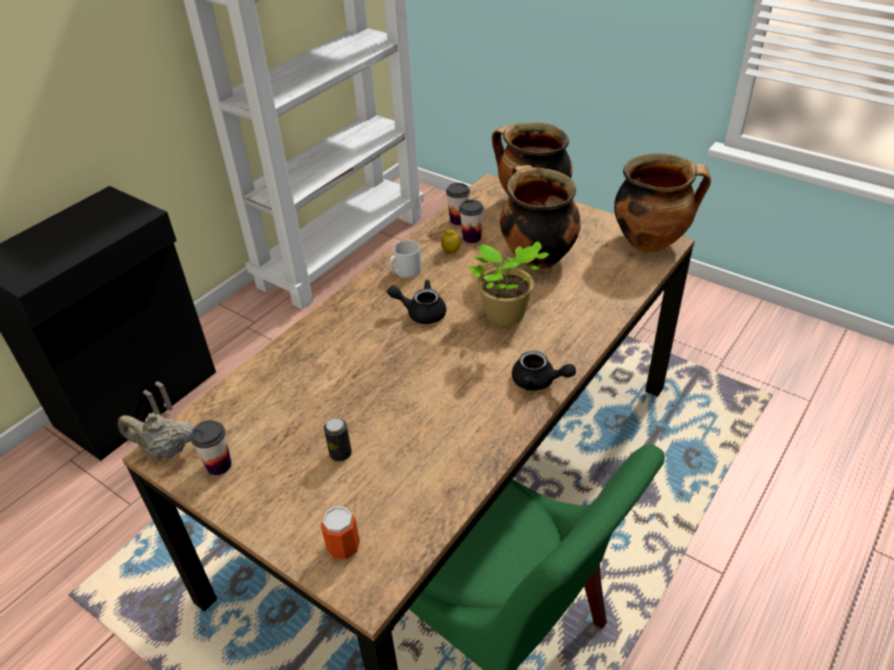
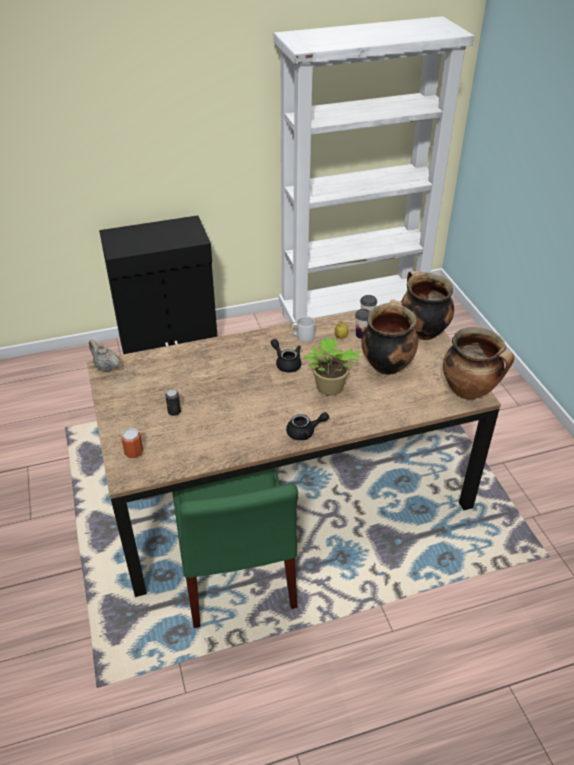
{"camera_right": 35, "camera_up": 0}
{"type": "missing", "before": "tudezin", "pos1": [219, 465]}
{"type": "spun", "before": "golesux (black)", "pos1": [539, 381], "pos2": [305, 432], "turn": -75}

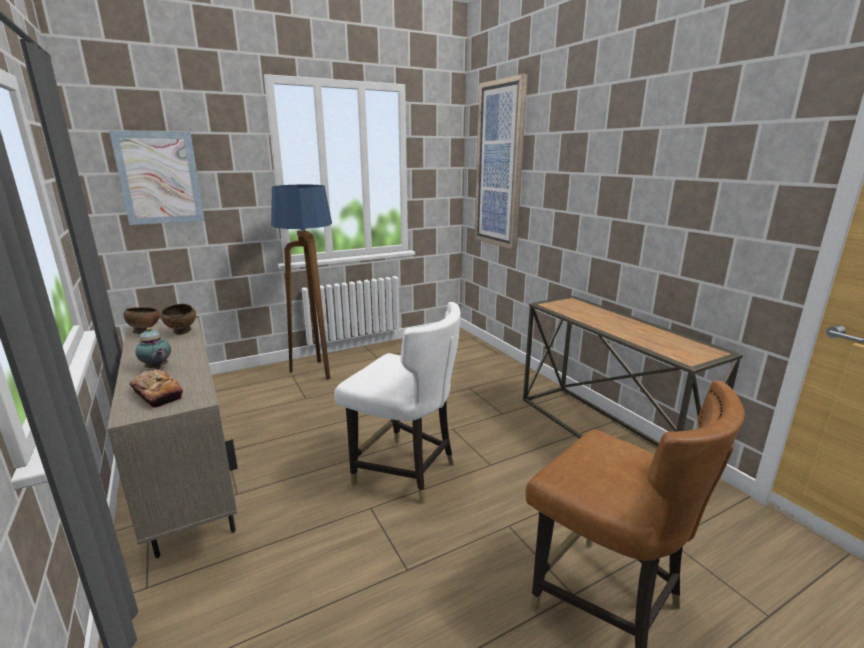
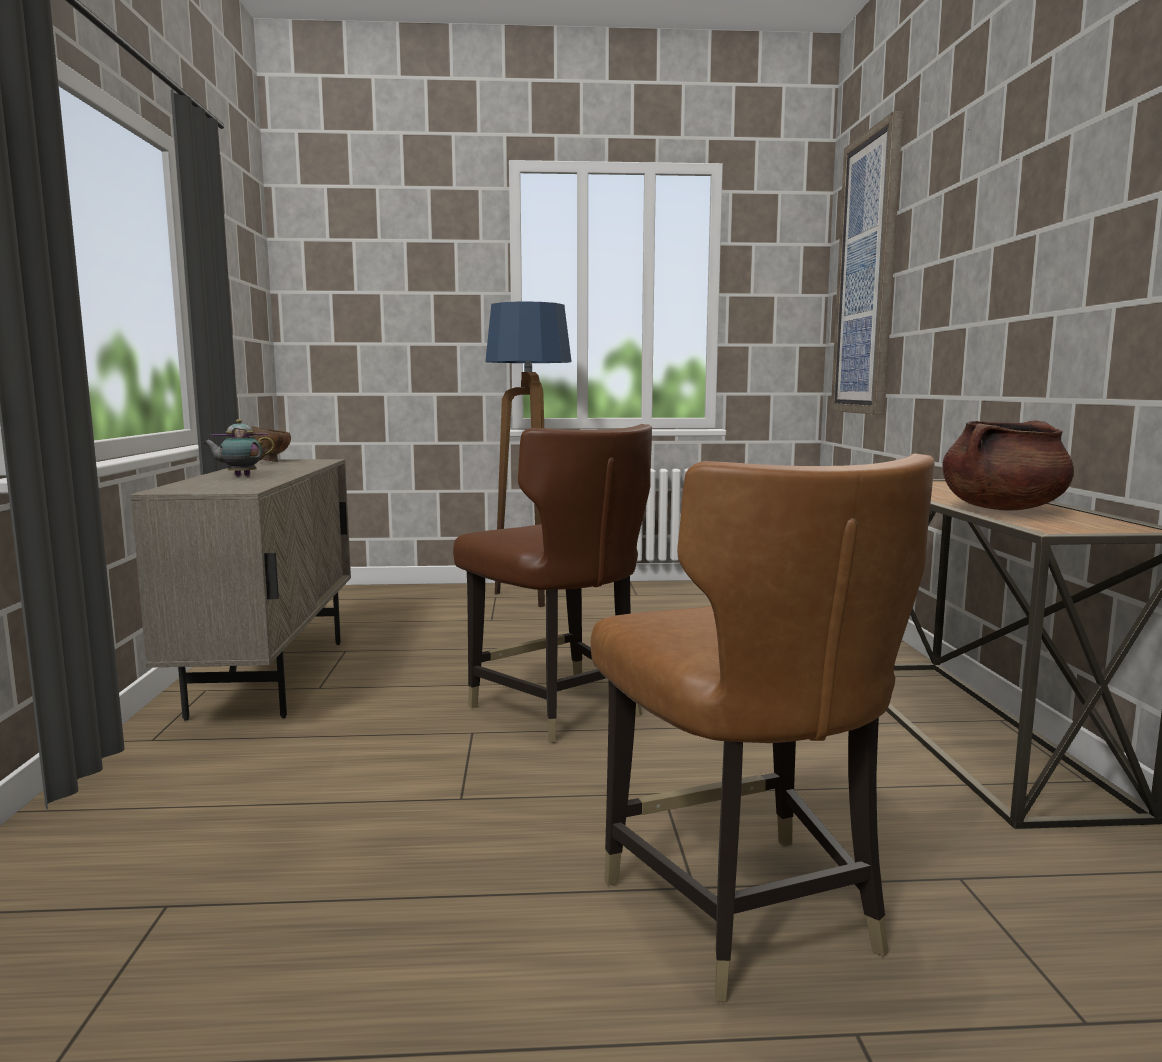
{"camera_right": 25, "camera_up": -10}
{"type": "missing", "before": "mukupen", "pos1": [159, 178]}
{"type": "missing", "before": "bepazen", "pos1": [157, 394]}
{"type": "spun", "before": "golesux", "pos1": [157, 368], "pos2": [240, 475], "turn": 90}
{"type": "missing", "before": "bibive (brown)", "pos1": [182, 332]}
{"type": "colour", "before": "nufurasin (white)", "after": "nufurasin (brown)", "pos1": [405, 471], "pos2": [558, 709]}
{"type": "appeared", "after": "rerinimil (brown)", "pos2": [1002, 509]}

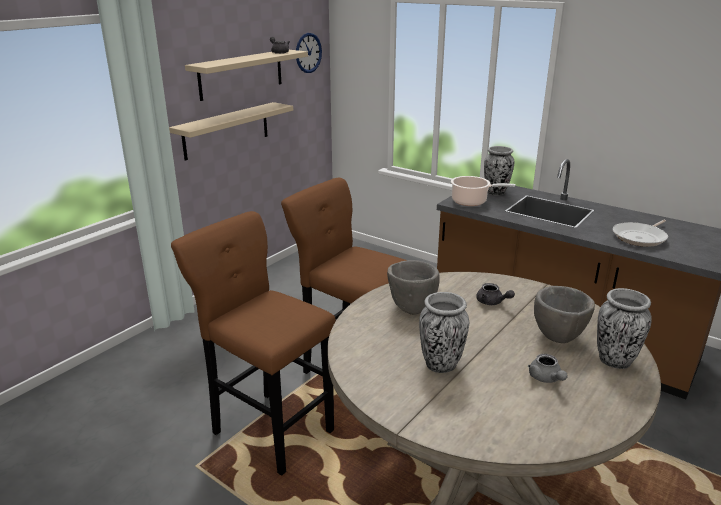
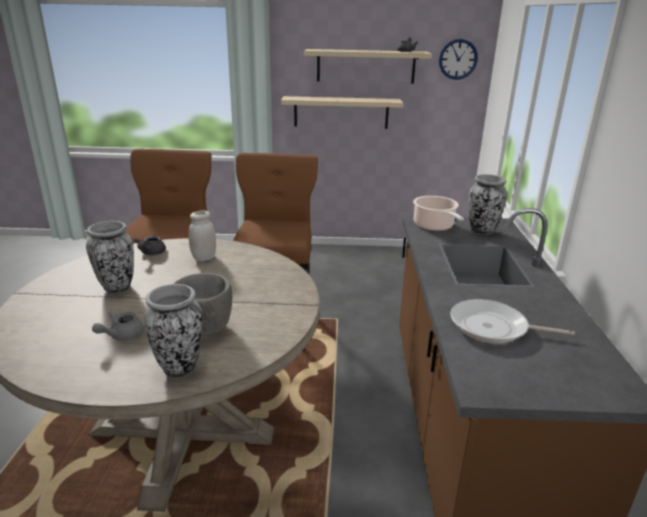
{"camera_right": 55, "camera_up": 0}
{"type": "exchanged", "before": "bibive (grey)", "after": "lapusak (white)", "pos1": [411, 307], "pos2": [204, 258]}
{"type": "relocated", "before": "golesux (grey)", "pos1": [492, 302], "pos2": [151, 253]}

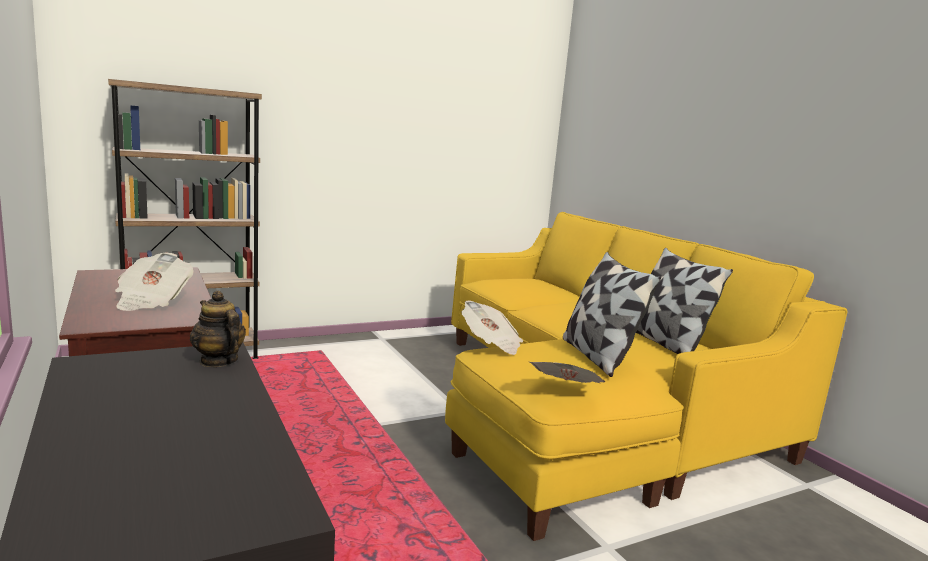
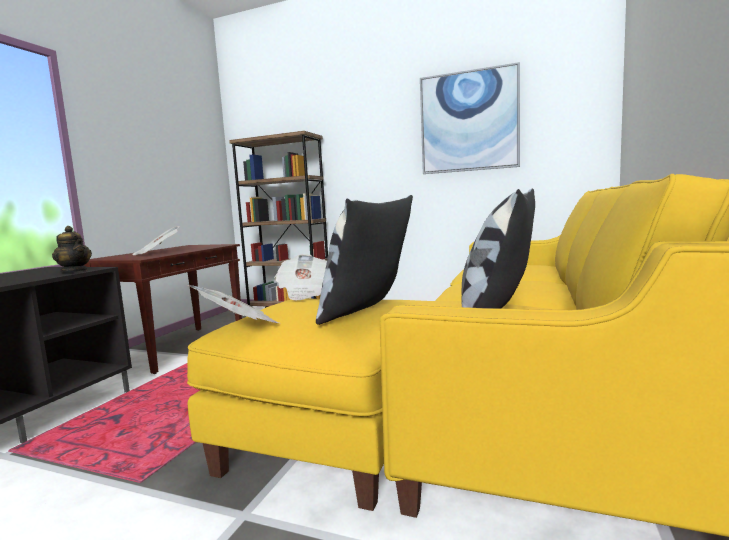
{"camera_right": 50, "camera_up": -5}
{"type": "spun", "before": "golesux", "pos1": [218, 361], "pos2": [75, 271], "turn": 120}
{"type": "appeared", "after": "mukupen", "pos2": [469, 121]}

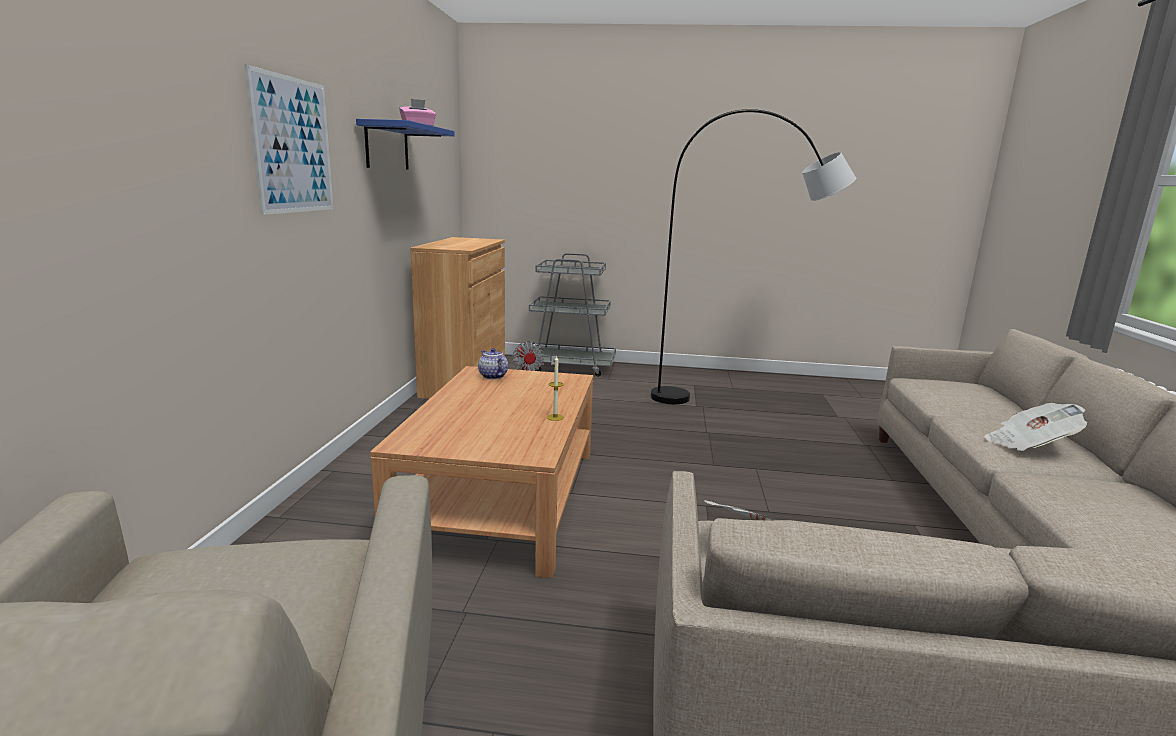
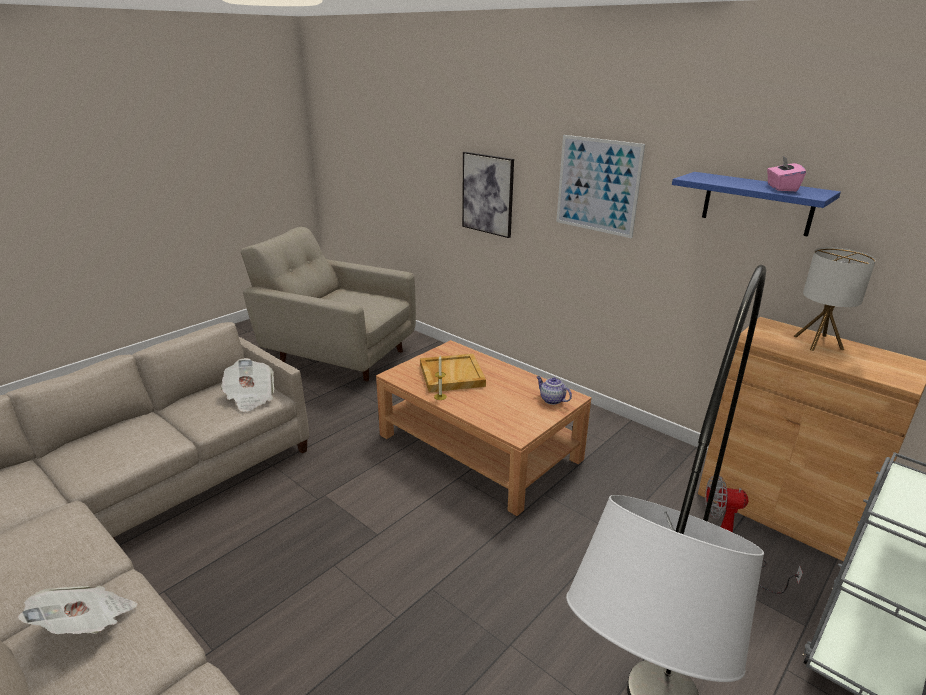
{"camera_right": 125, "camera_up": 10}
{"type": "spun", "before": "golesux", "pos1": [492, 376], "pos2": [551, 400], "turn": -135}
{"type": "appeared", "after": "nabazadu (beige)", "pos2": [451, 375]}
{"type": "appeared", "after": "mukupen", "pos2": [488, 194]}
{"type": "appeared", "after": "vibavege", "pos2": [818, 343]}

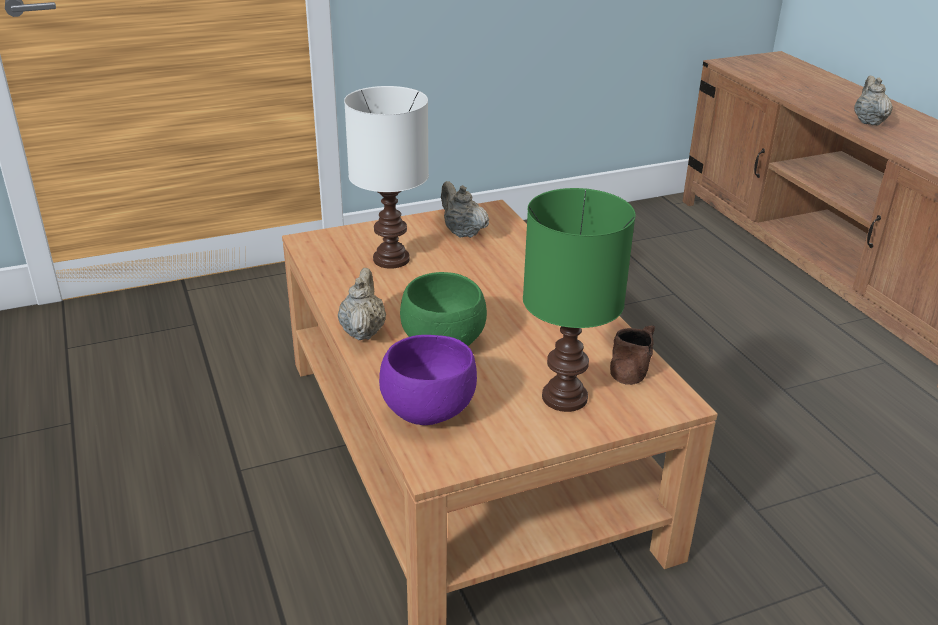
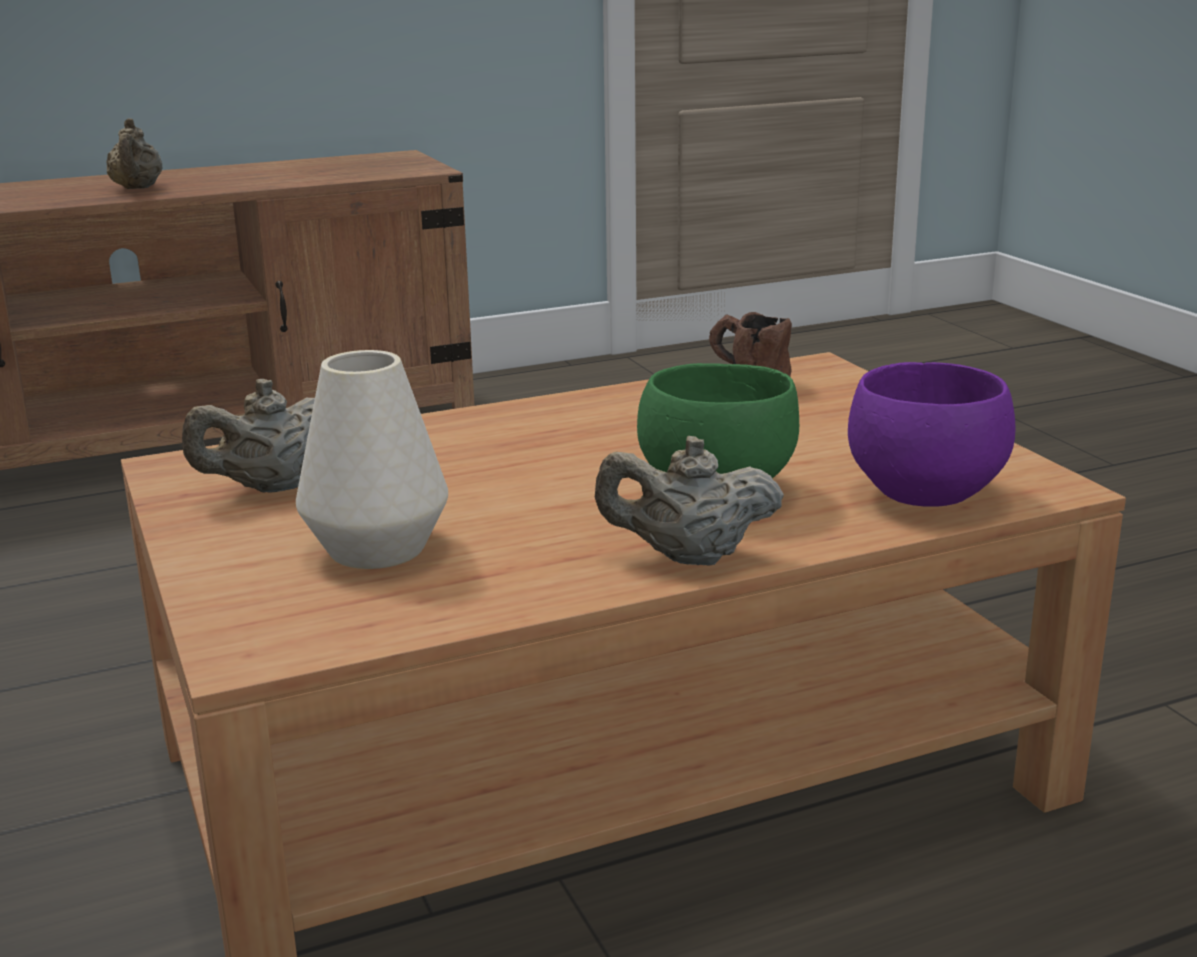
{"camera_right": -90, "camera_up": -10}
{"type": "exchanged", "before": "vibavege (white)", "after": "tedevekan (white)", "pos1": [391, 259], "pos2": [376, 549]}
{"type": "missing", "before": "vibavege (green)", "pos1": [563, 398]}
{"type": "spun", "before": "golesux (beige)", "pos1": [868, 121], "pos2": [137, 189], "turn": -105}

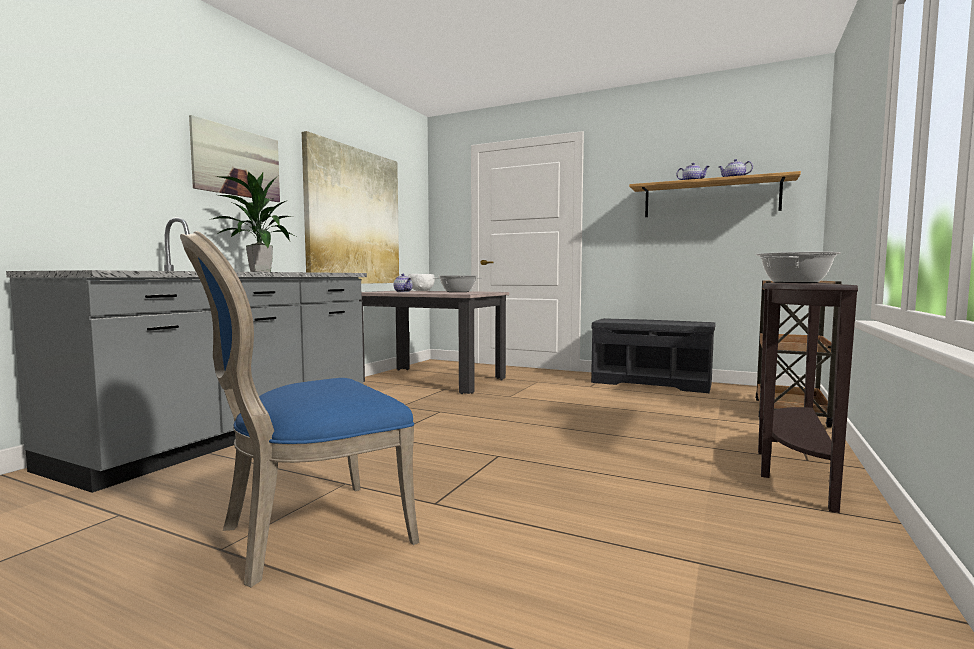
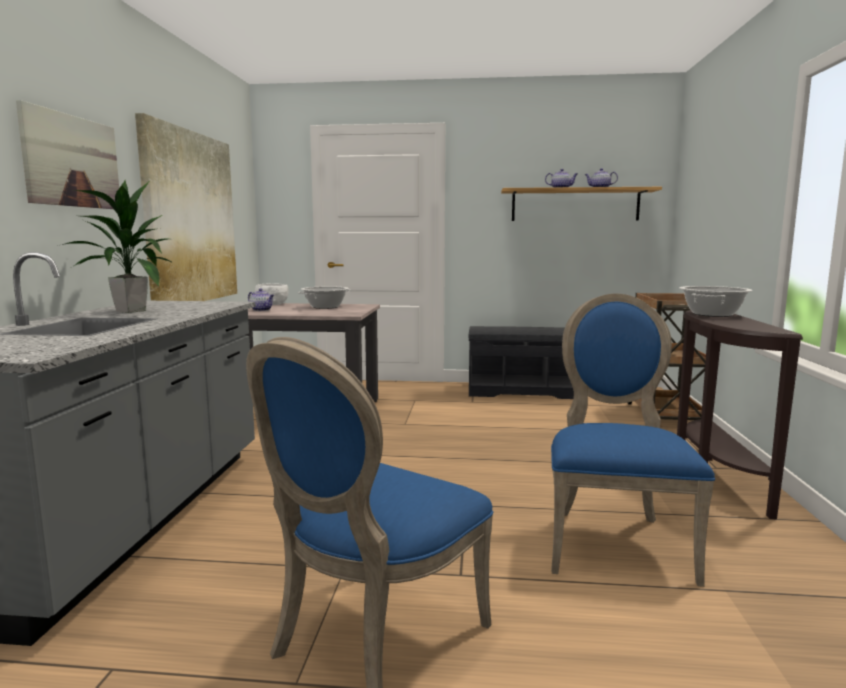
{"camera_right": -20, "camera_up": 5}
{"type": "appeared", "after": "nufurasin (blue)", "pos2": [614, 541]}

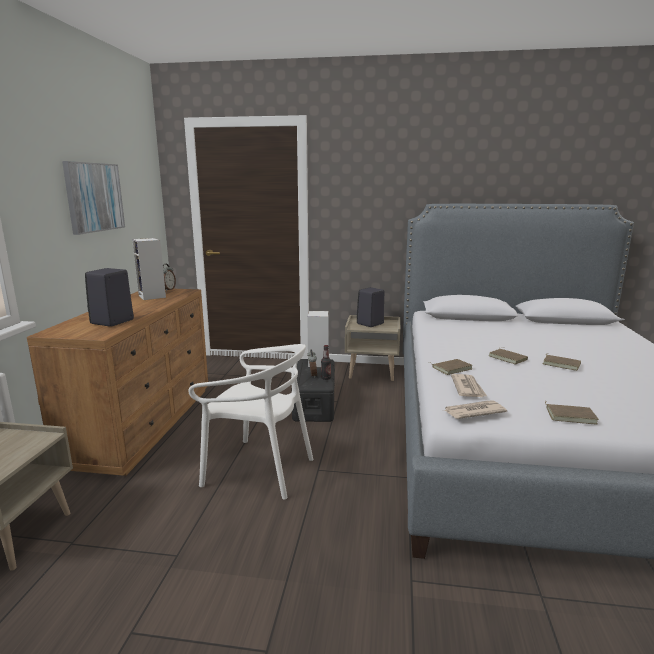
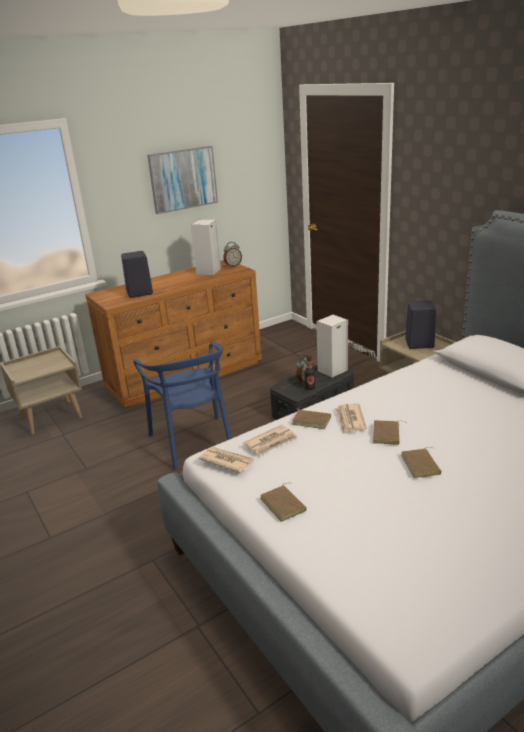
{"camera_right": 50, "camera_up": 10}
{"type": "colour", "before": "nufurasin (white)", "after": "nufurasin (blue)", "pos1": [259, 470], "pos2": [193, 442]}
{"type": "appeared", "after": "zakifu", "pos2": [350, 420]}

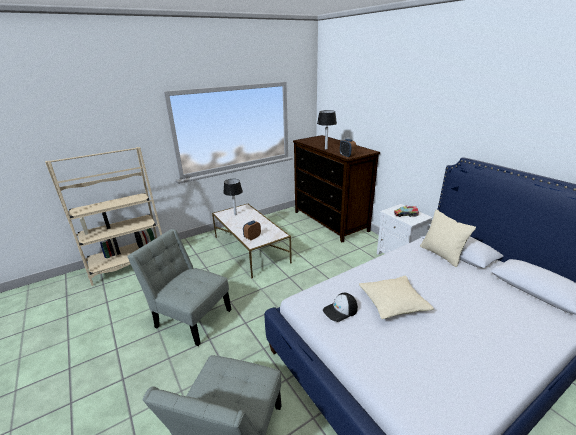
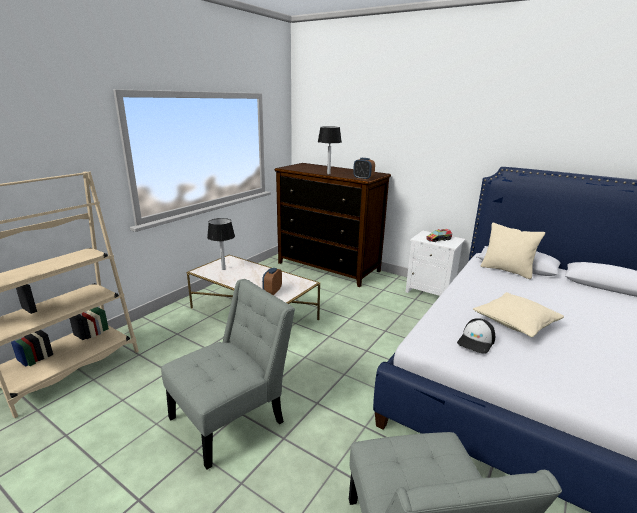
{"camera_right": -25, "camera_up": -5}
{"type": "spun", "before": "nufurasin (grey)", "pos1": [190, 316], "pos2": [232, 417], "turn": 135}

